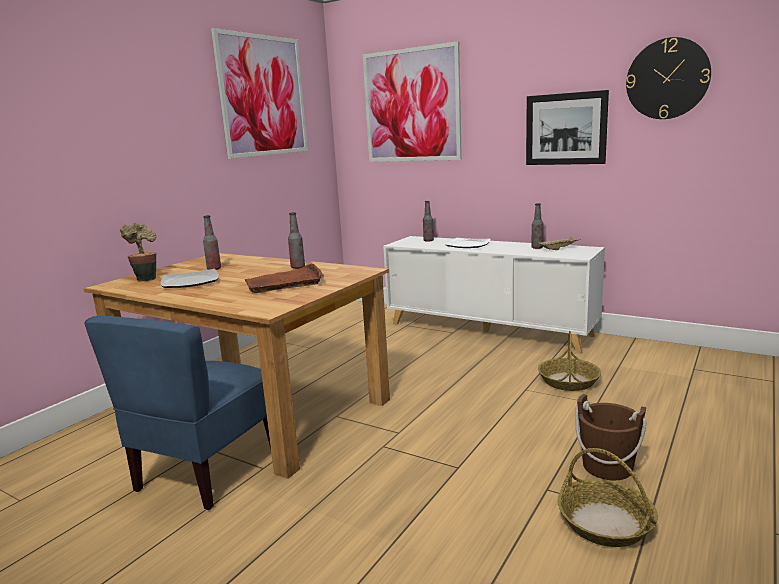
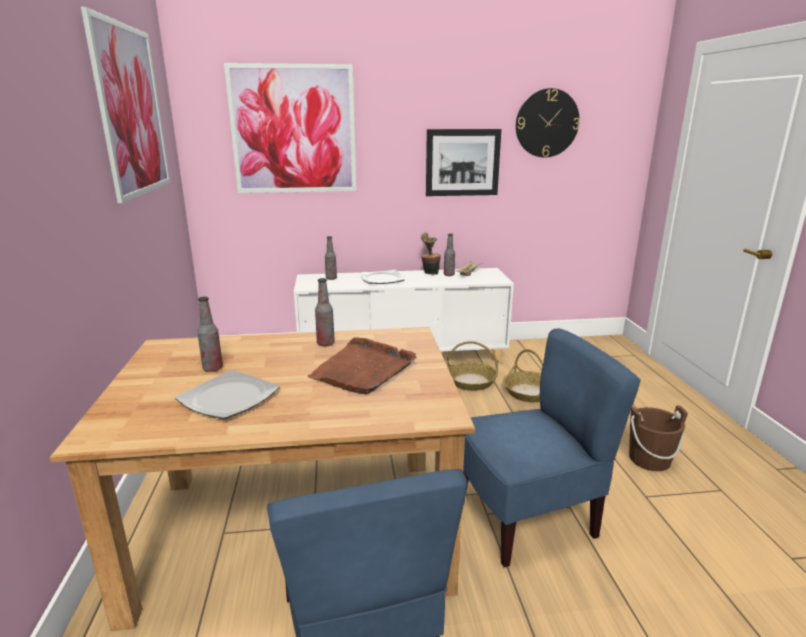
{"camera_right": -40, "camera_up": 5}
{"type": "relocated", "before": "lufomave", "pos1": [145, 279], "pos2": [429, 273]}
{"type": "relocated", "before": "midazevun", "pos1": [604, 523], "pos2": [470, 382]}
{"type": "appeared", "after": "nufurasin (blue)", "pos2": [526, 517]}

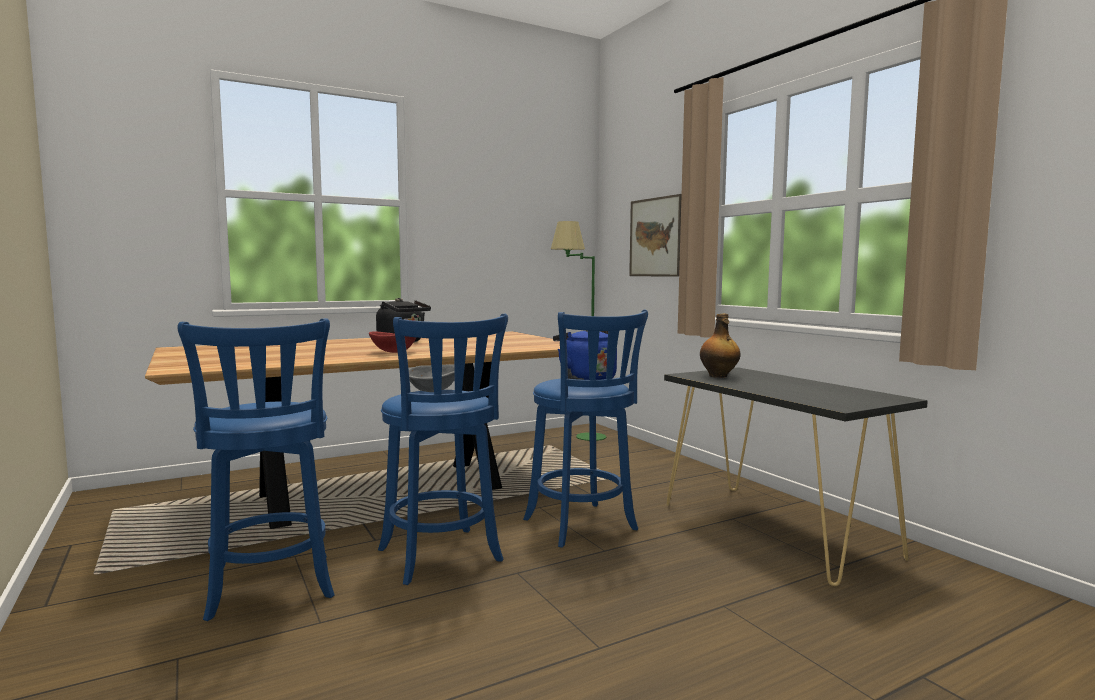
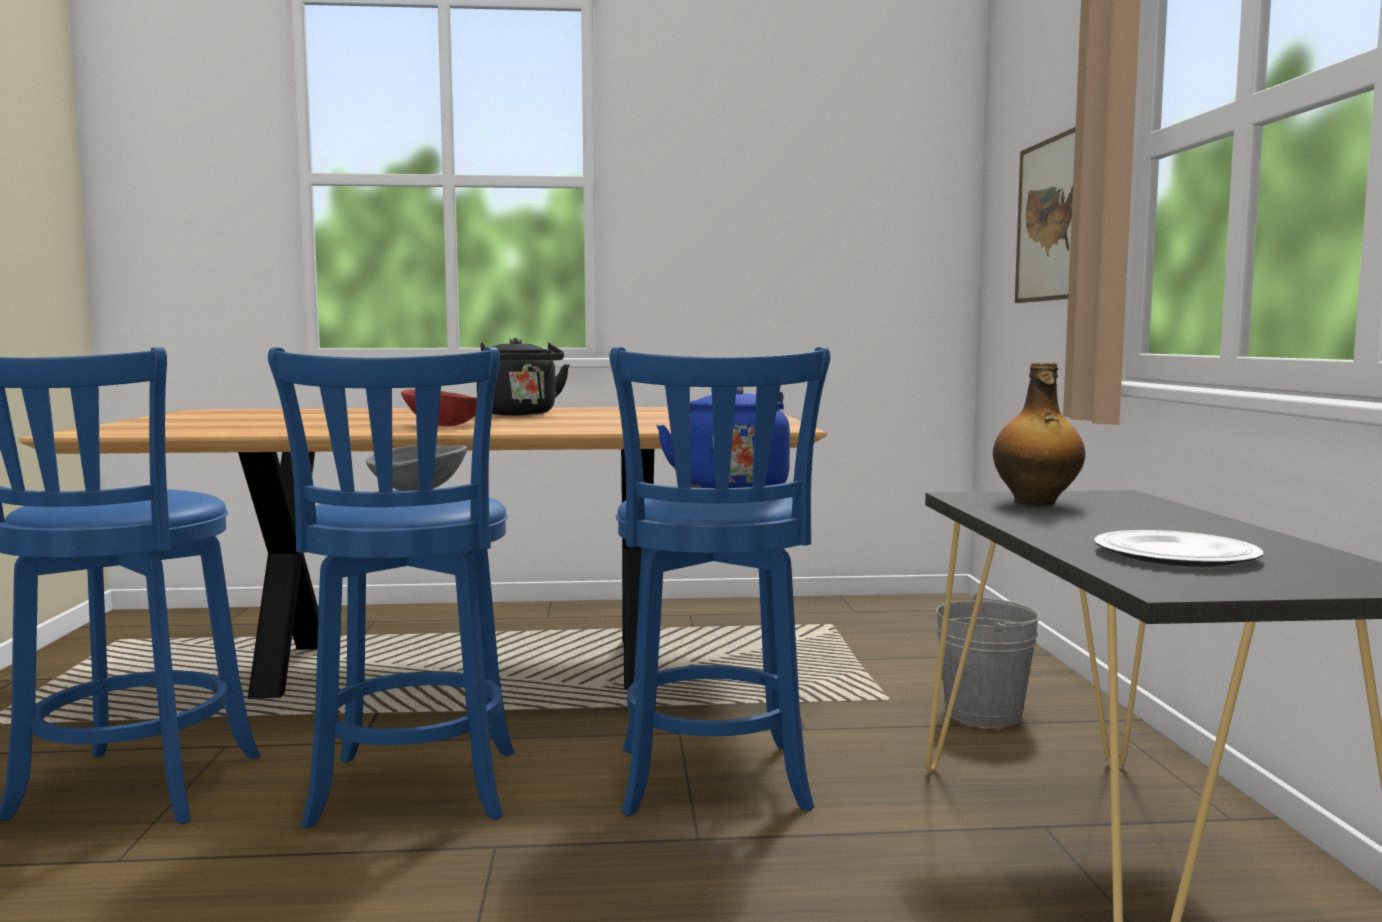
{"camera_right": 25, "camera_up": 0}
{"type": "missing", "before": "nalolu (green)", "pos1": [577, 436]}
{"type": "appeared", "after": "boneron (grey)", "pos2": [983, 713]}
{"type": "appeared", "after": "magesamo", "pos2": [1173, 555]}

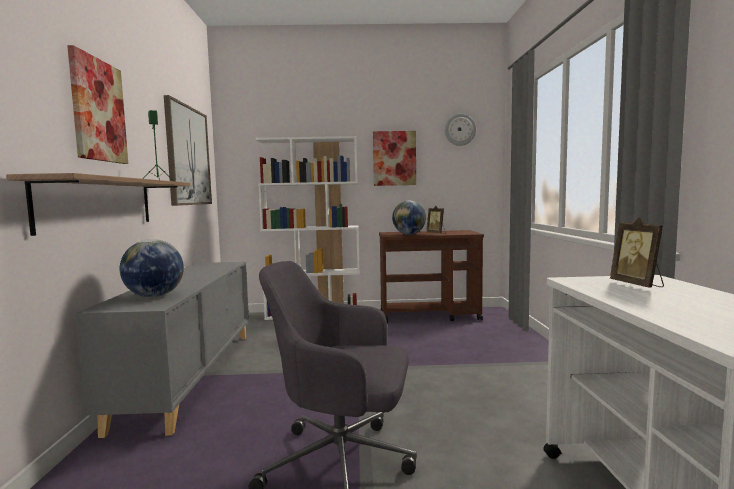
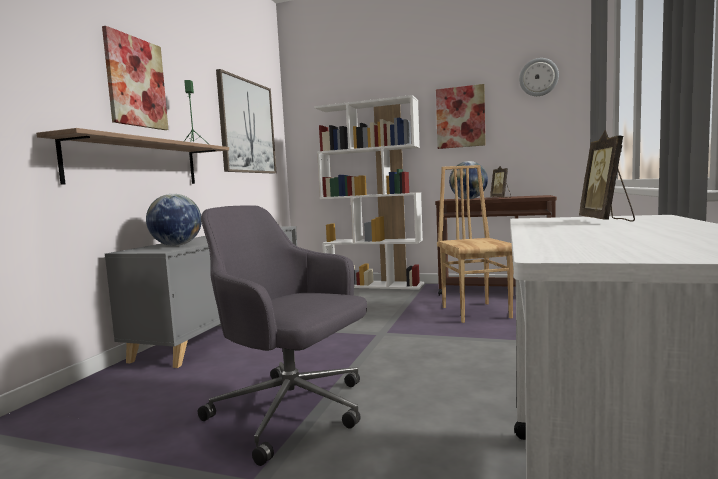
{"camera_right": 20, "camera_up": 0}
{"type": "appeared", "after": "nufurasin (brown)", "pos2": [476, 312]}

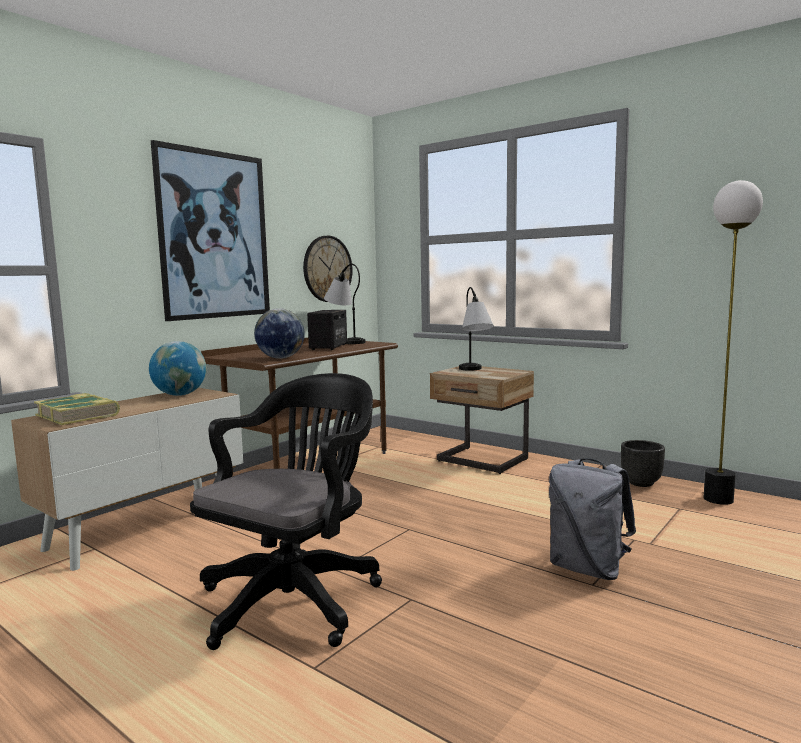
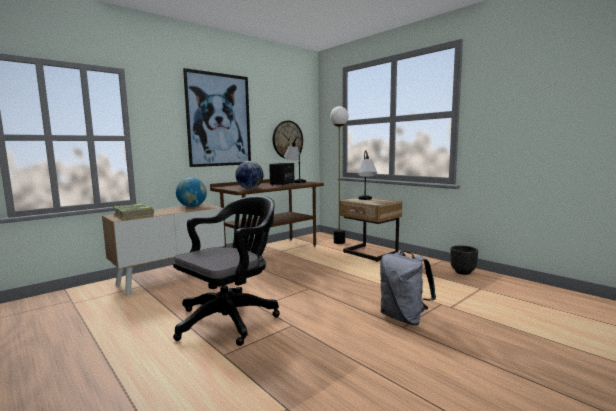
{"camera_right": 10, "camera_up": 0}
{"type": "relocated", "before": "nalolu", "pos1": [718, 499], "pos2": [339, 242]}

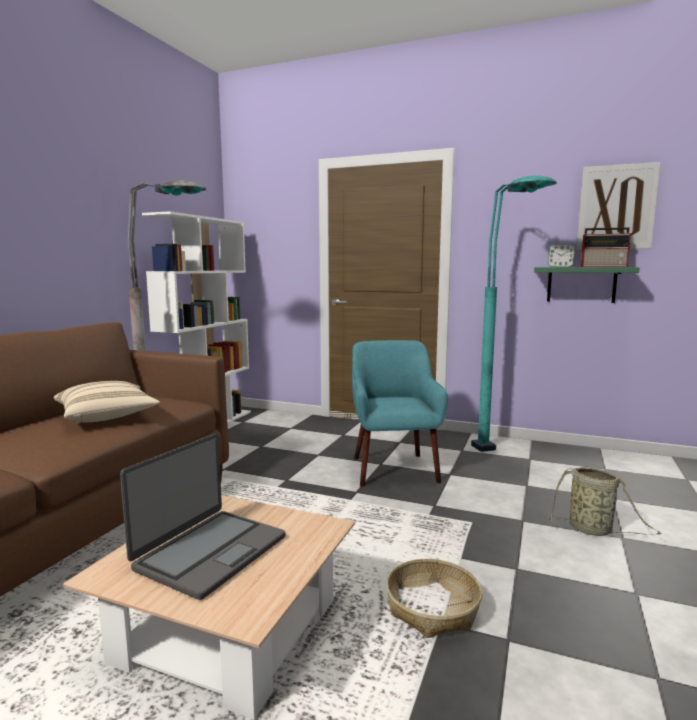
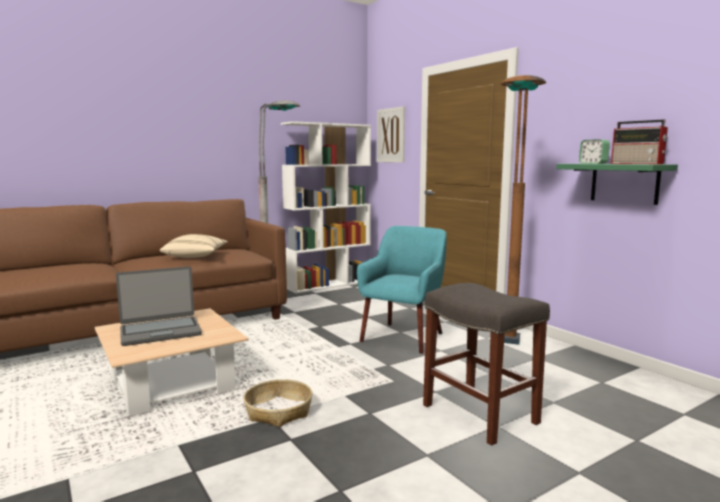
{"camera_right": 35, "camera_up": 0}
{"type": "colour", "before": "nalolu (turquoise)", "after": "nalolu (brown)", "pos1": [504, 461], "pos2": [508, 353]}
{"type": "exchanged", "before": "midazevun", "after": "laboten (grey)", "pos1": [593, 530], "pos2": [481, 414]}
{"type": "relocated", "before": "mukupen", "pos1": [616, 207], "pos2": [391, 135]}

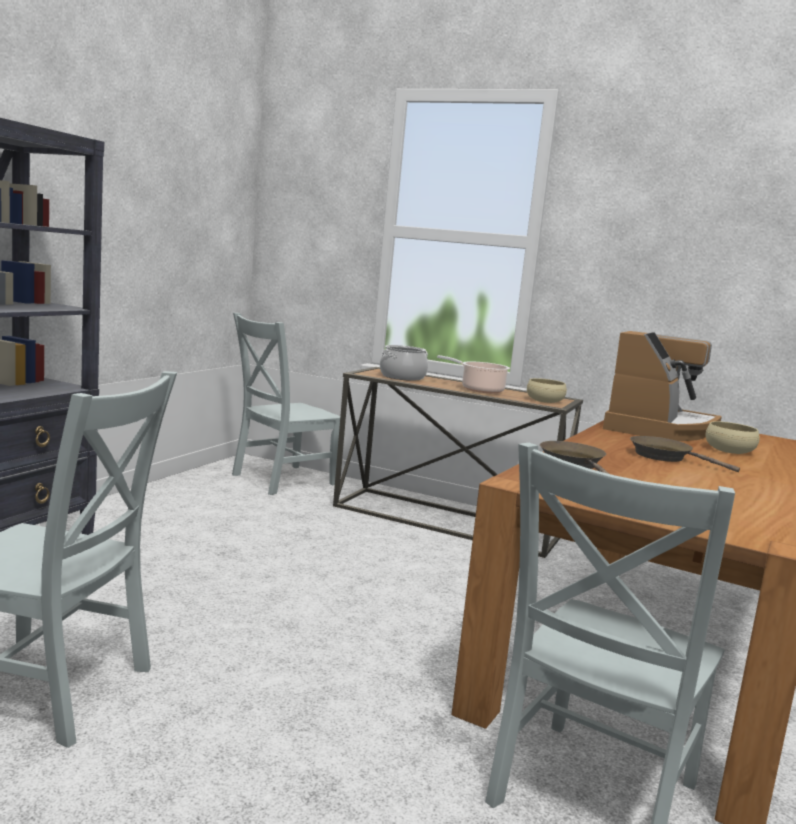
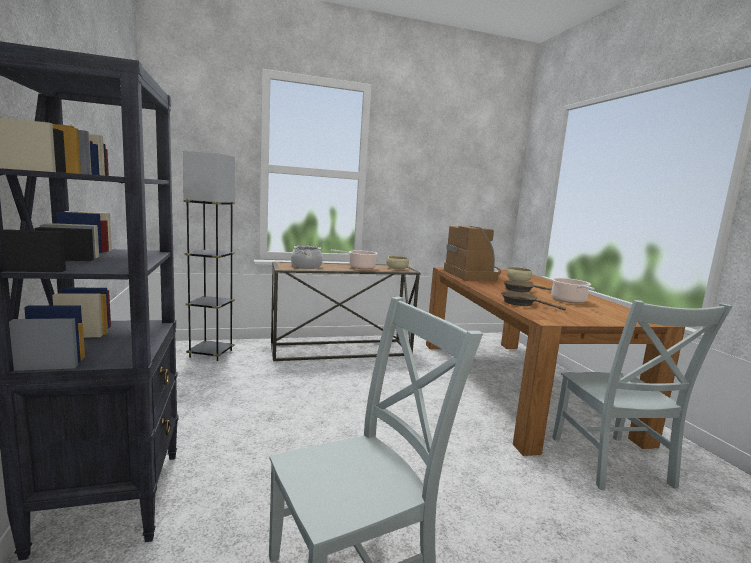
{"camera_right": -40, "camera_up": 0}
{"type": "exchanged", "before": "nufurasin (grey)", "after": "nalolu (grey)", "pos1": [279, 480], "pos2": [211, 353]}
{"type": "appeared", "after": "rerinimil", "pos2": [569, 301]}

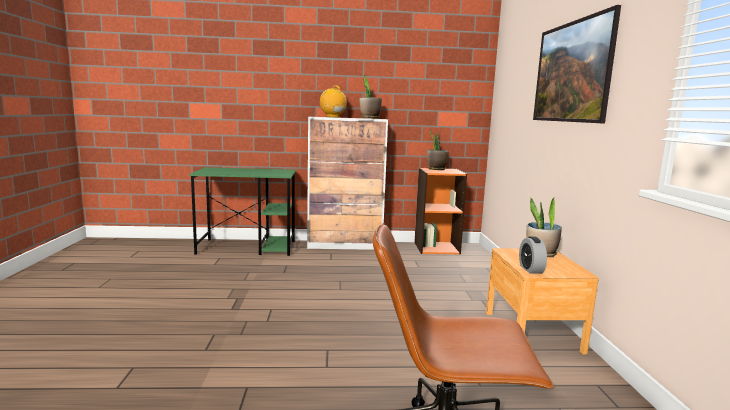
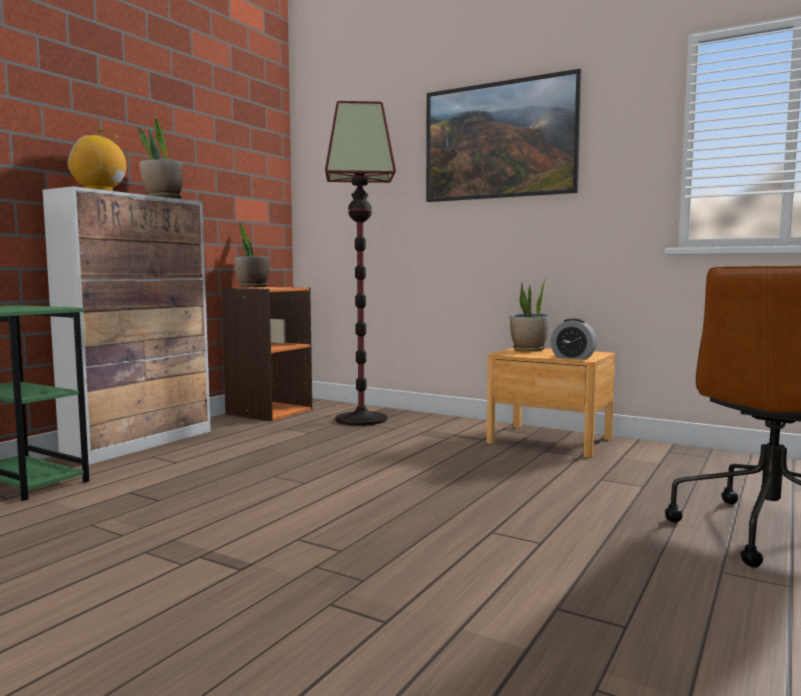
{"camera_right": -55, "camera_up": -5}
{"type": "appeared", "after": "nalolu", "pos2": [361, 419]}

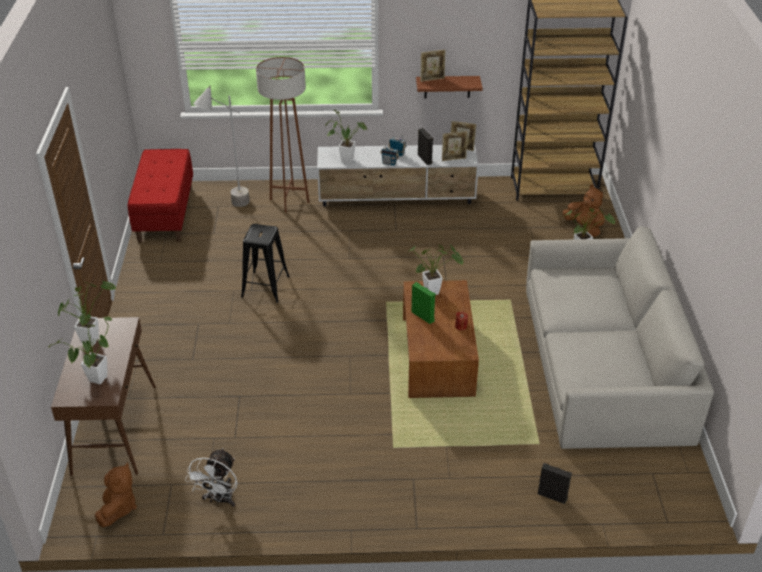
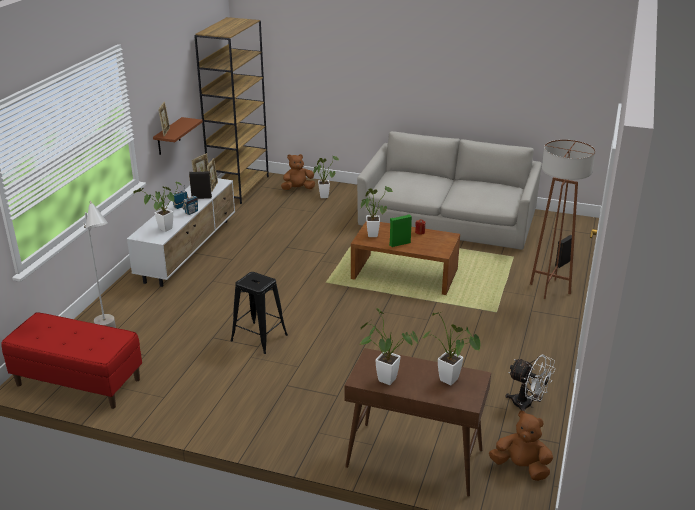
{"camera_right": -70, "camera_up": -10}
{"type": "relocated", "before": "nalolu (brown)", "pos1": [289, 201], "pos2": [550, 289]}

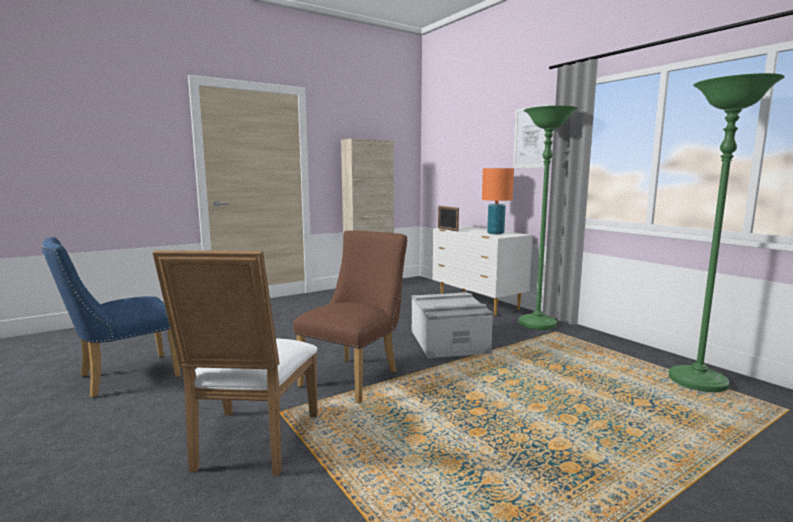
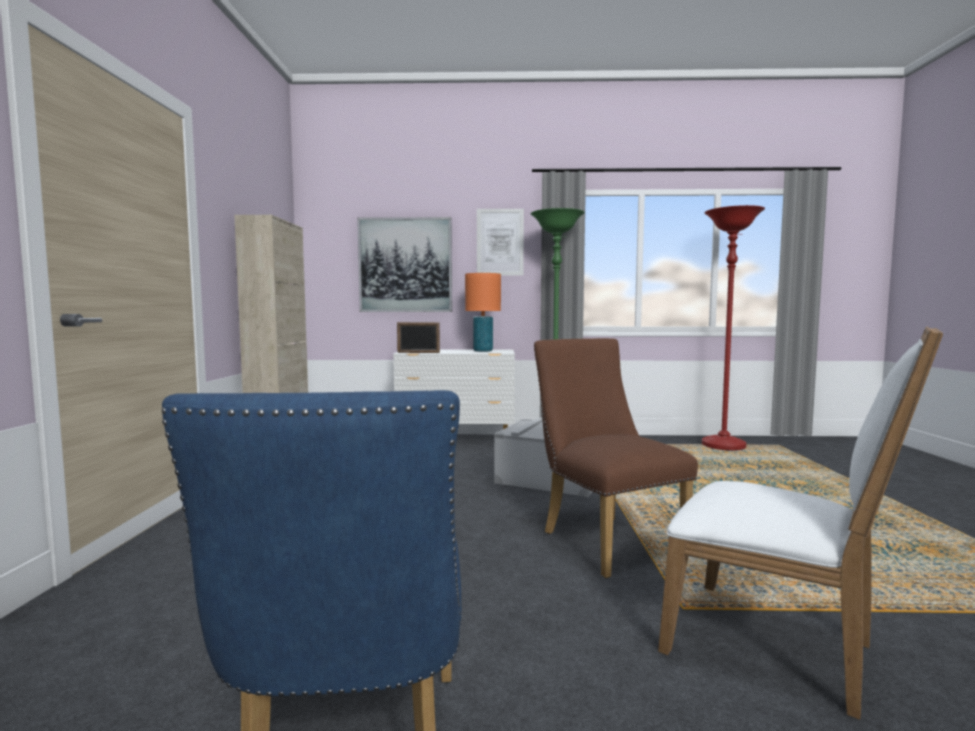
{"camera_right": -55, "camera_up": -5}
{"type": "colour", "before": "nalolu (green)", "after": "nalolu (red)", "pos1": [697, 382], "pos2": [723, 446]}
{"type": "appeared", "after": "mukupen", "pos2": [405, 265]}

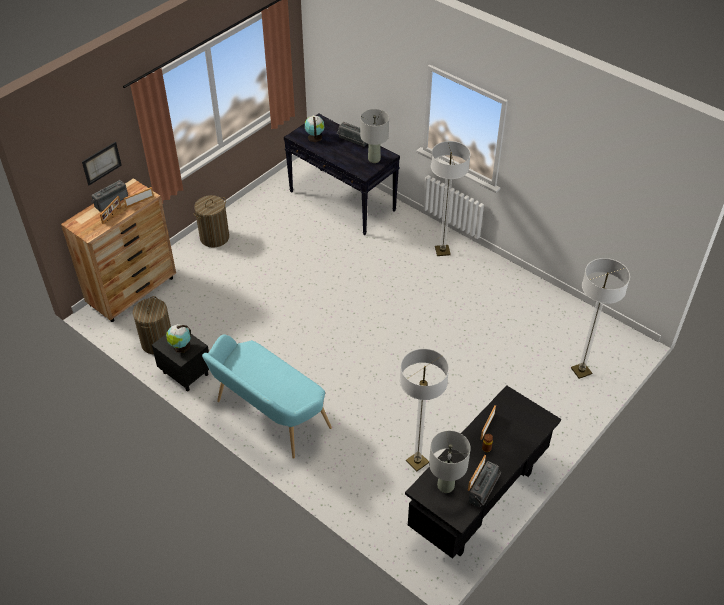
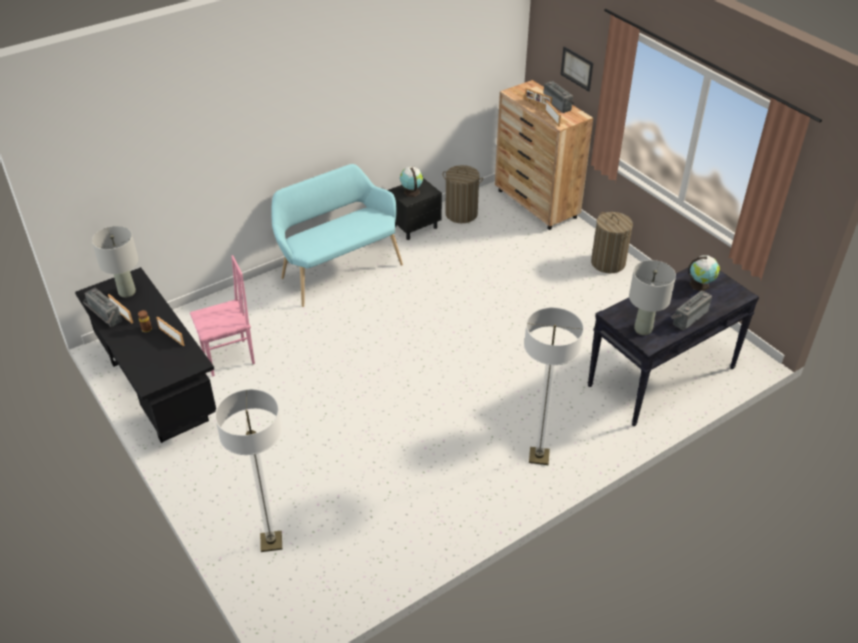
{"camera_right": 105, "camera_up": -5}
{"type": "exchanged", "before": "nalolu", "after": "nufurasin (pink)", "pos1": [417, 462], "pos2": [229, 358]}

